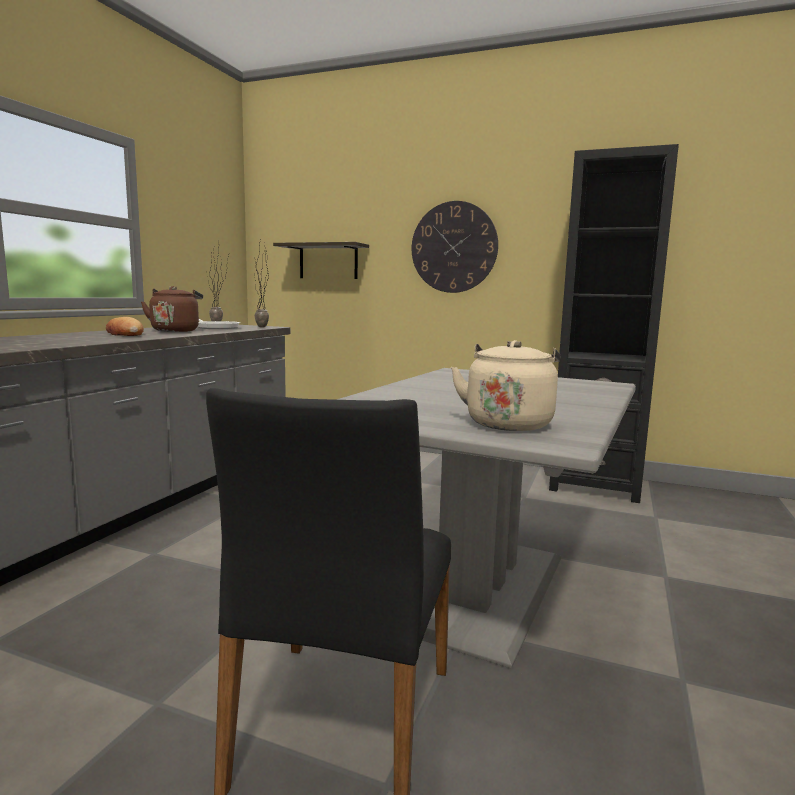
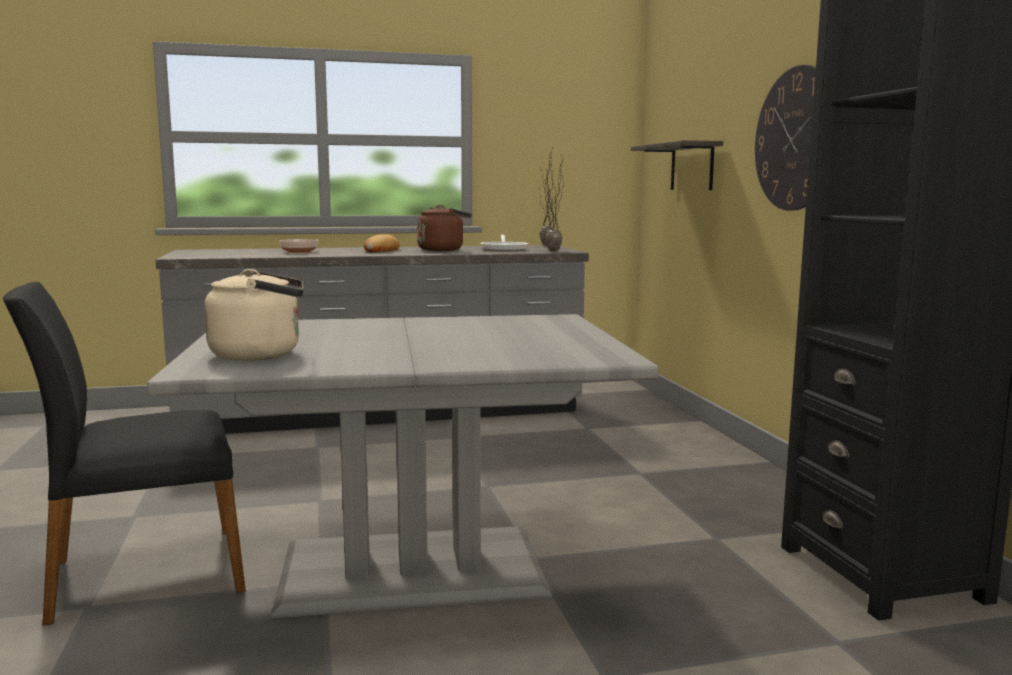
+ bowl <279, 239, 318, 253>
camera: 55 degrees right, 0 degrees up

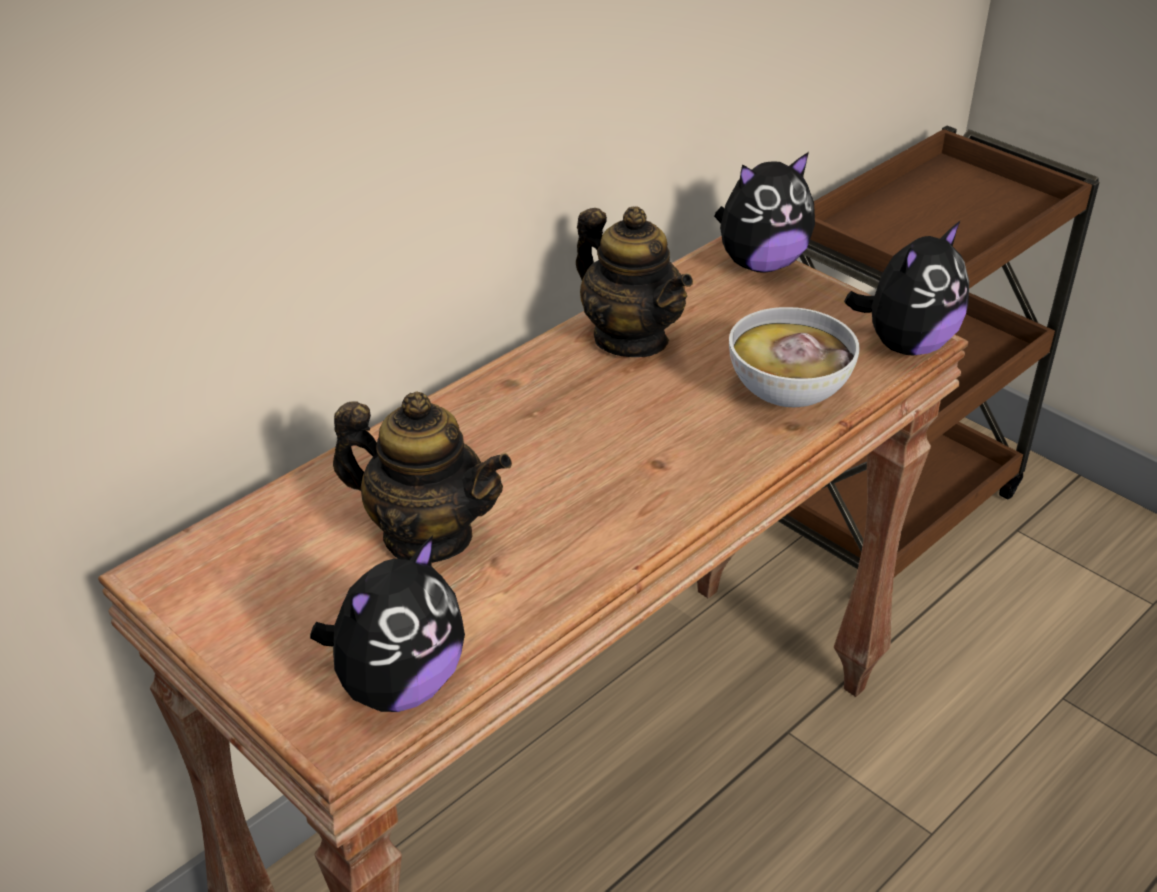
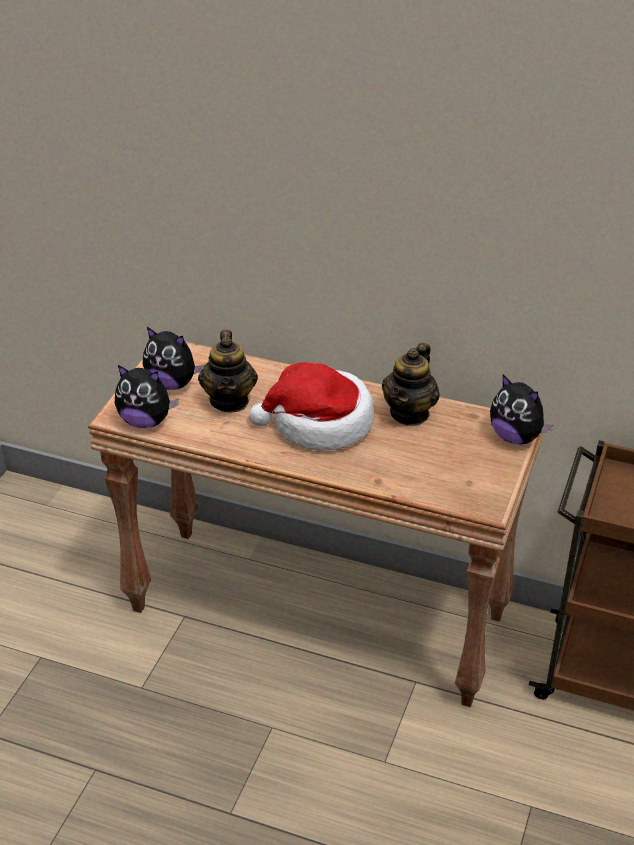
- bowl <729, 307, 860, 407>
+ hat <249, 362, 374, 451>
~ plush toy <844, 220, 969, 356> to <143, 327, 204, 390>
camera: 65 degrees right, 0 degrees up

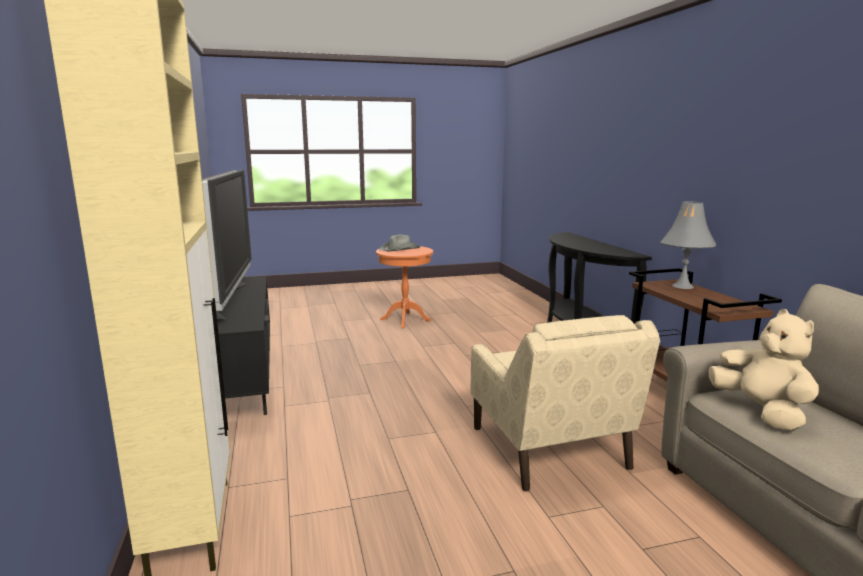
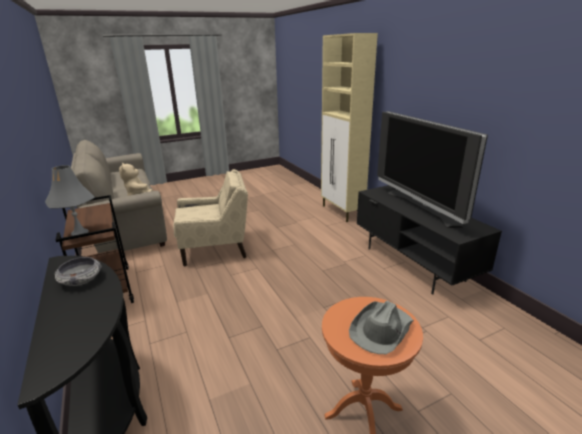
+ bowl <54, 257, 102, 286>
~ beige armchair <470, 315, 660, 491> = <173, 169, 248, 266> 105 degrees clockwise
camera: 170 degrees right, 10 degrees up

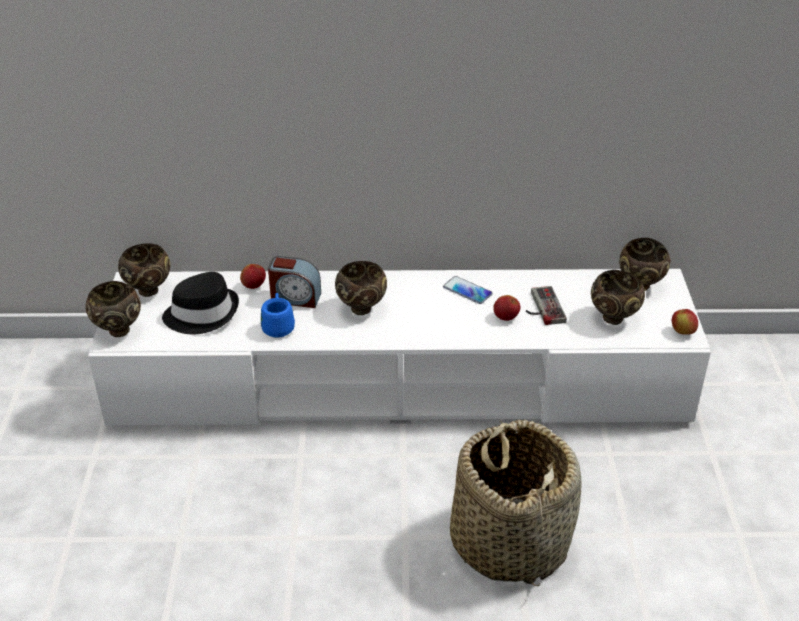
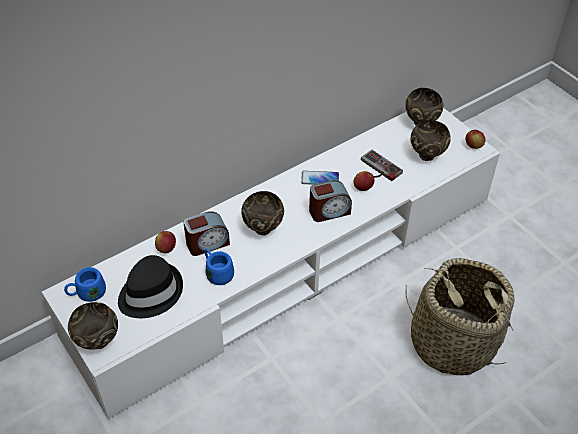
+ alarm clock <309, 180, 352, 222>
~ brown bowl <118, 243, 170, 297> to blue mug <64, 267, 106, 302>
camera: 35 degrees left, 10 degrees up

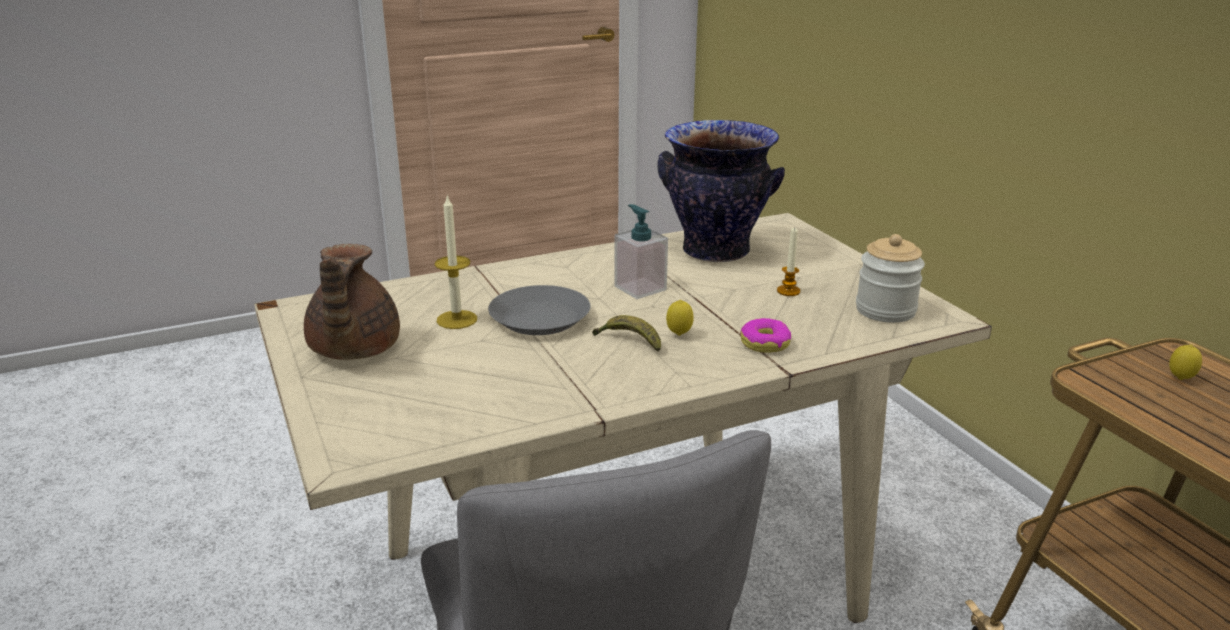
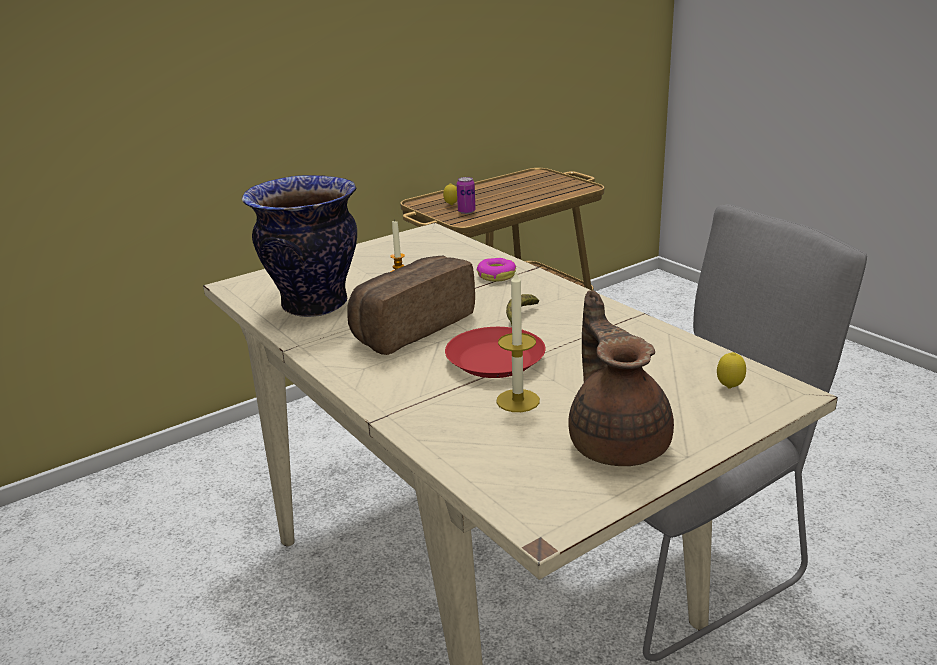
- jar <856, 234, 925, 323>
+ can <457, 177, 476, 214>
~ lemon <666, 300, 693, 336> to <717, 352, 746, 389>
~ soap dispenser <614, 204, 668, 299> to bread <348, 256, 475, 355>
~ grey plate <488, 285, 590, 335> to red plate <445, 327, 545, 378>
~ brown teapot <304, 244, 400, 360> = <568, 290, 674, 466> 90 degrees counterclockwise
camera: 100 degrees left, 0 degrees up

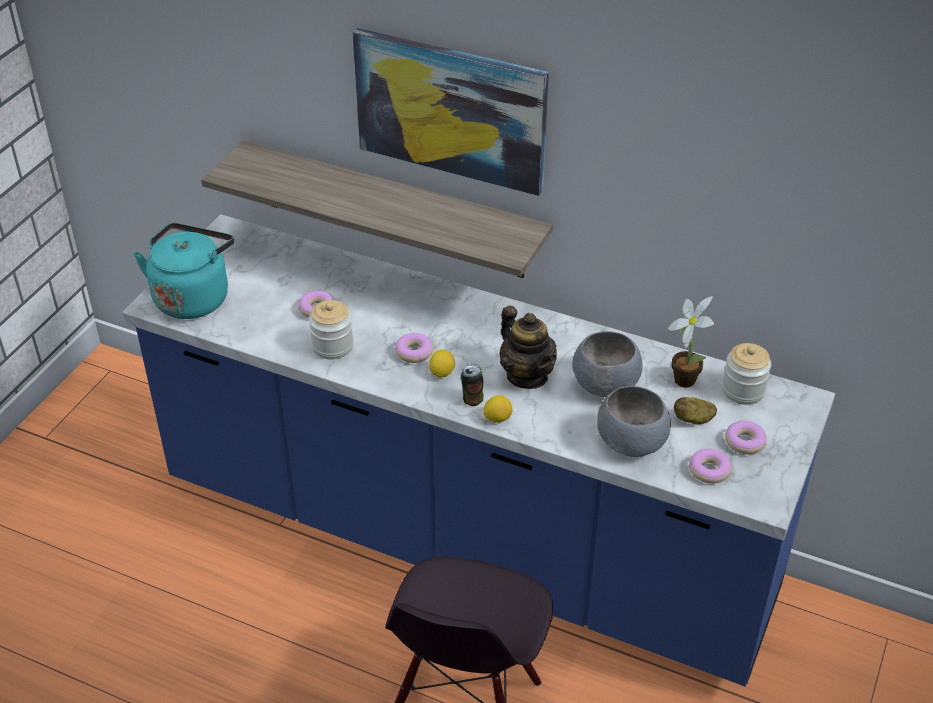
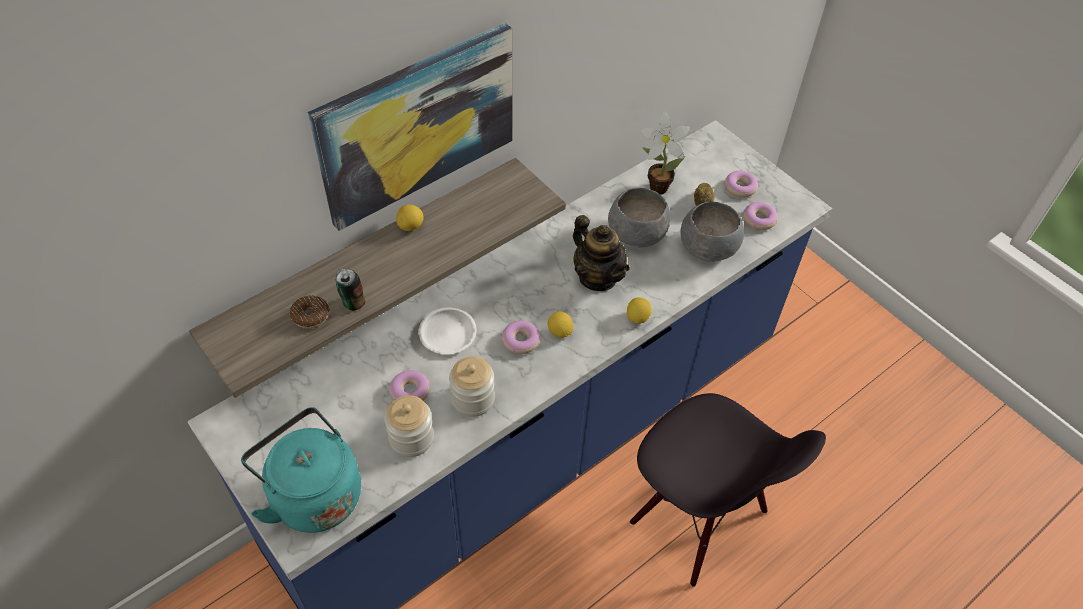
+ donut <290, 295, 330, 328>
+ lemon <396, 205, 424, 231>
+ white plate <418, 308, 476, 354>
~ can <461, 364, 484, 406> to <336, 269, 365, 311>
~ jar <722, 343, 771, 405> to <385, 395, 434, 457>
~ teapot <500, 306, 557, 389> = <573, 215, 630, 291> 60 degrees clockwise
camera: 65 degrees left, 10 degrees up

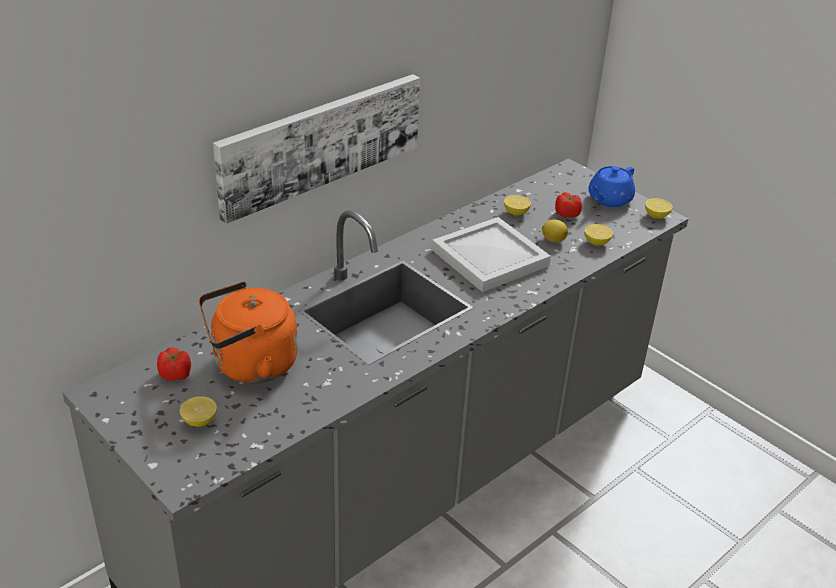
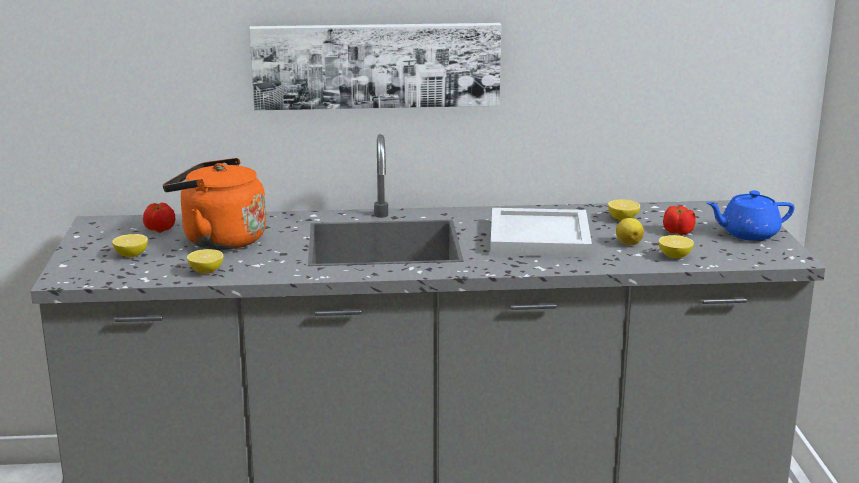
~ lemon <645, 198, 673, 219> to <187, 249, 224, 274>
camera: 40 degrees right, 15 degrees down

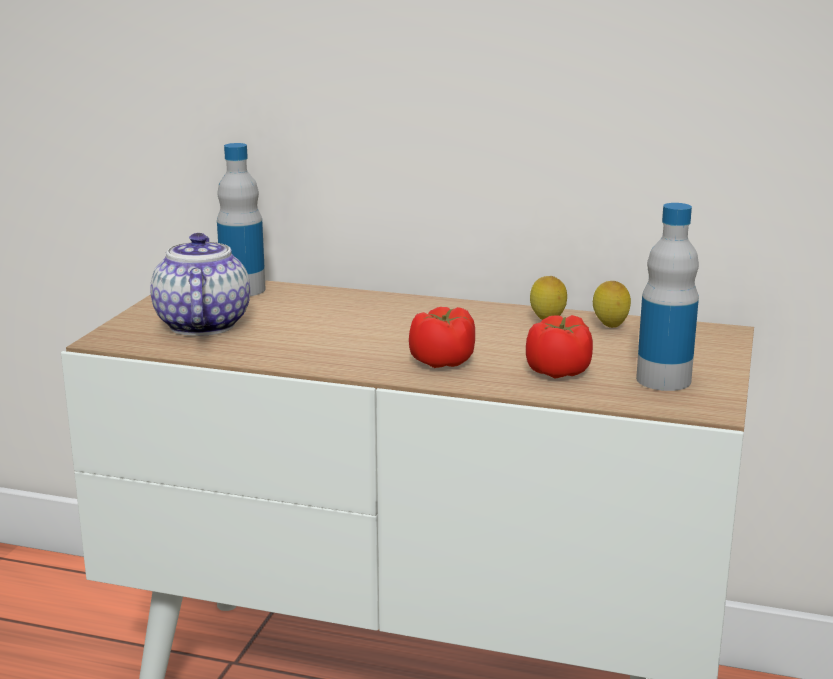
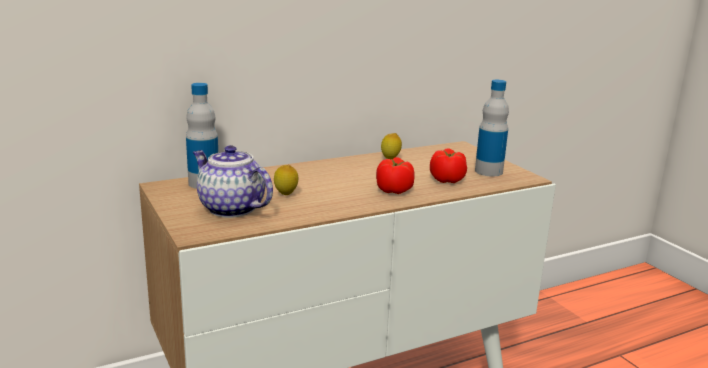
~ lemon <593, 281, 631, 328> to <274, 165, 298, 195>
camera: 45 degrees left, 0 degrees up

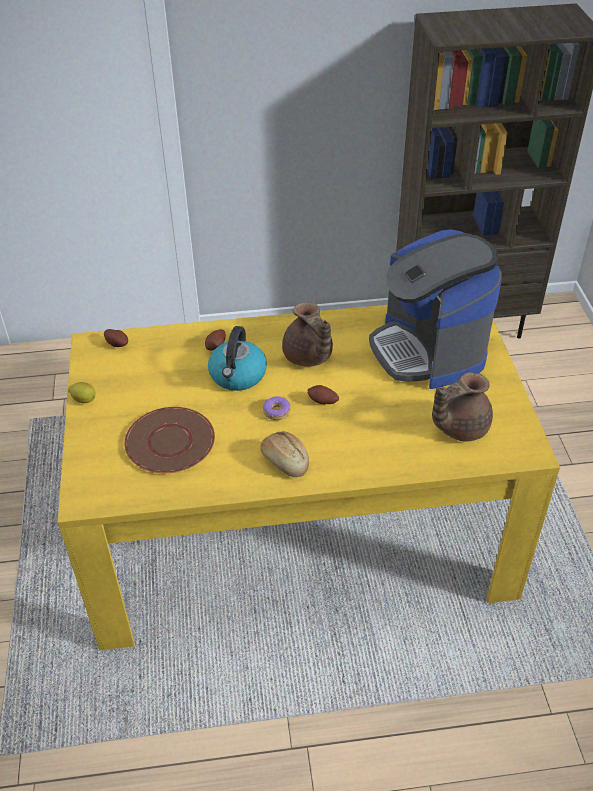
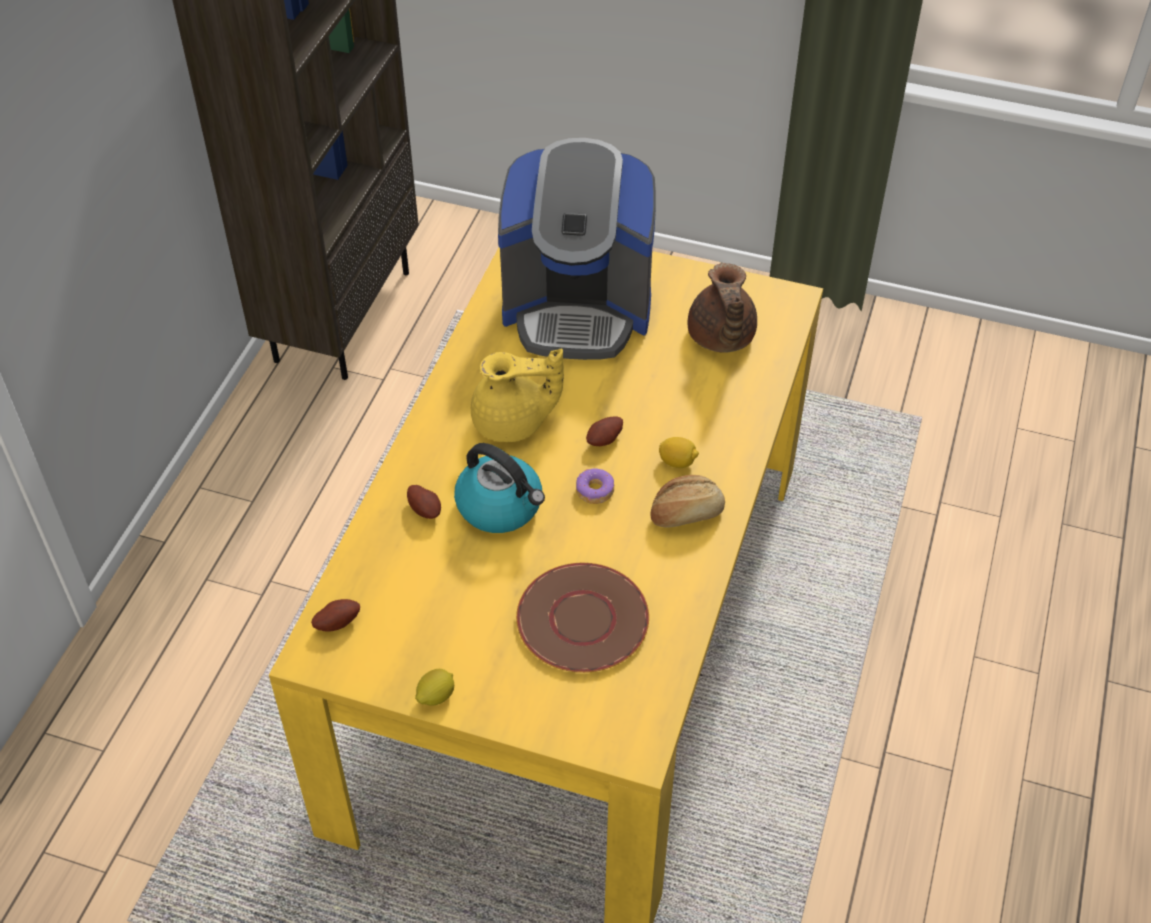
+ lemon <659, 437, 699, 468>
~ brown teapot <282, 302, 333, 366> to yellow teapot <471, 348, 564, 442>
camera: 65 degrees left, 5 degrees up

